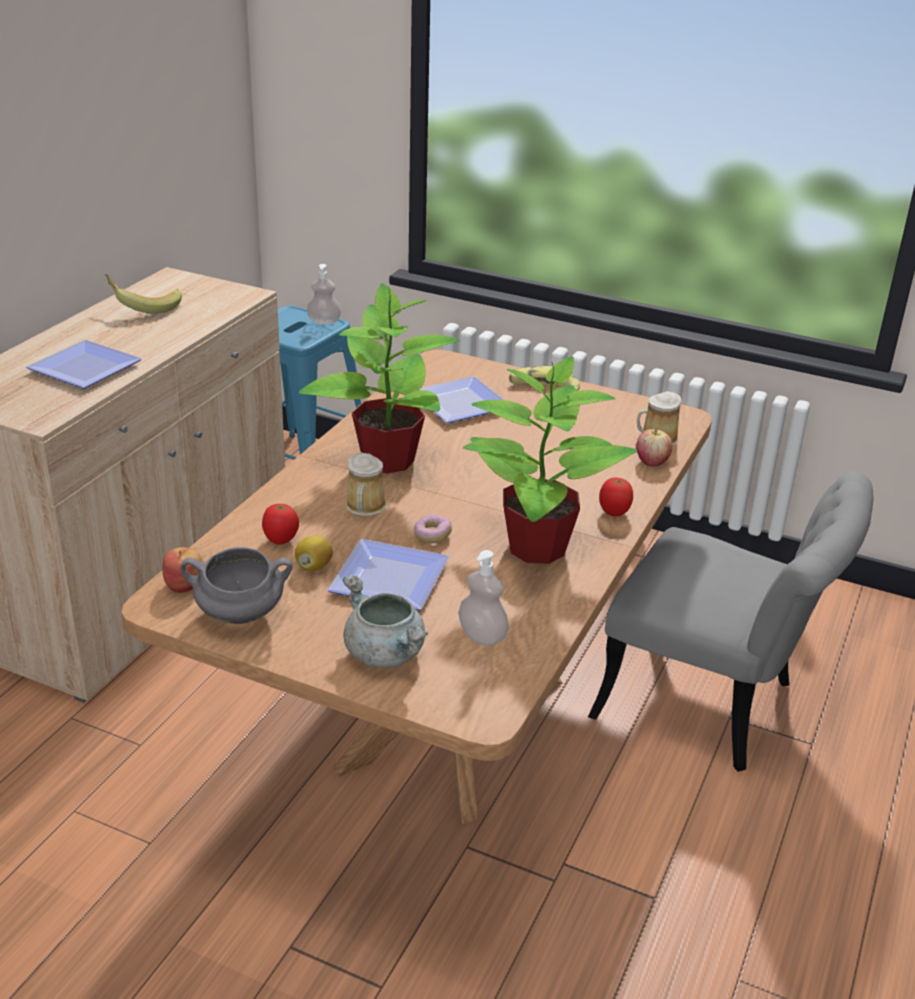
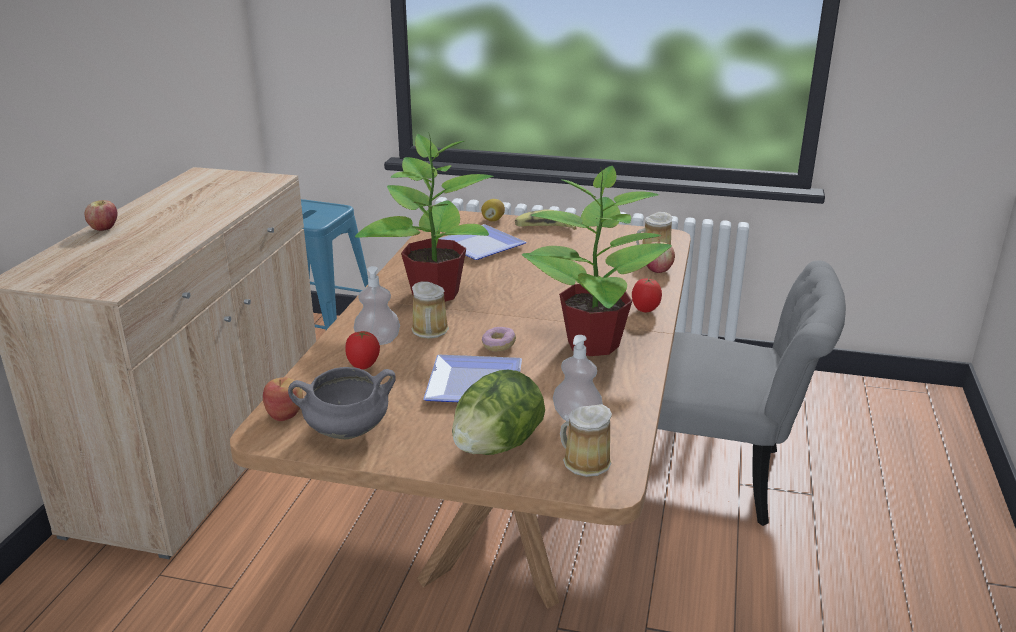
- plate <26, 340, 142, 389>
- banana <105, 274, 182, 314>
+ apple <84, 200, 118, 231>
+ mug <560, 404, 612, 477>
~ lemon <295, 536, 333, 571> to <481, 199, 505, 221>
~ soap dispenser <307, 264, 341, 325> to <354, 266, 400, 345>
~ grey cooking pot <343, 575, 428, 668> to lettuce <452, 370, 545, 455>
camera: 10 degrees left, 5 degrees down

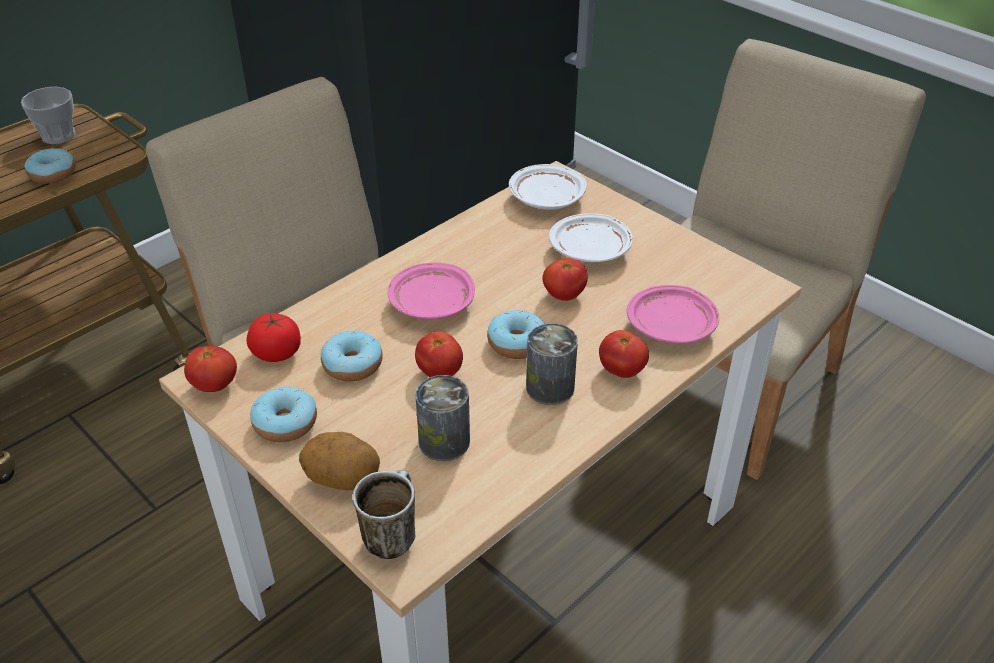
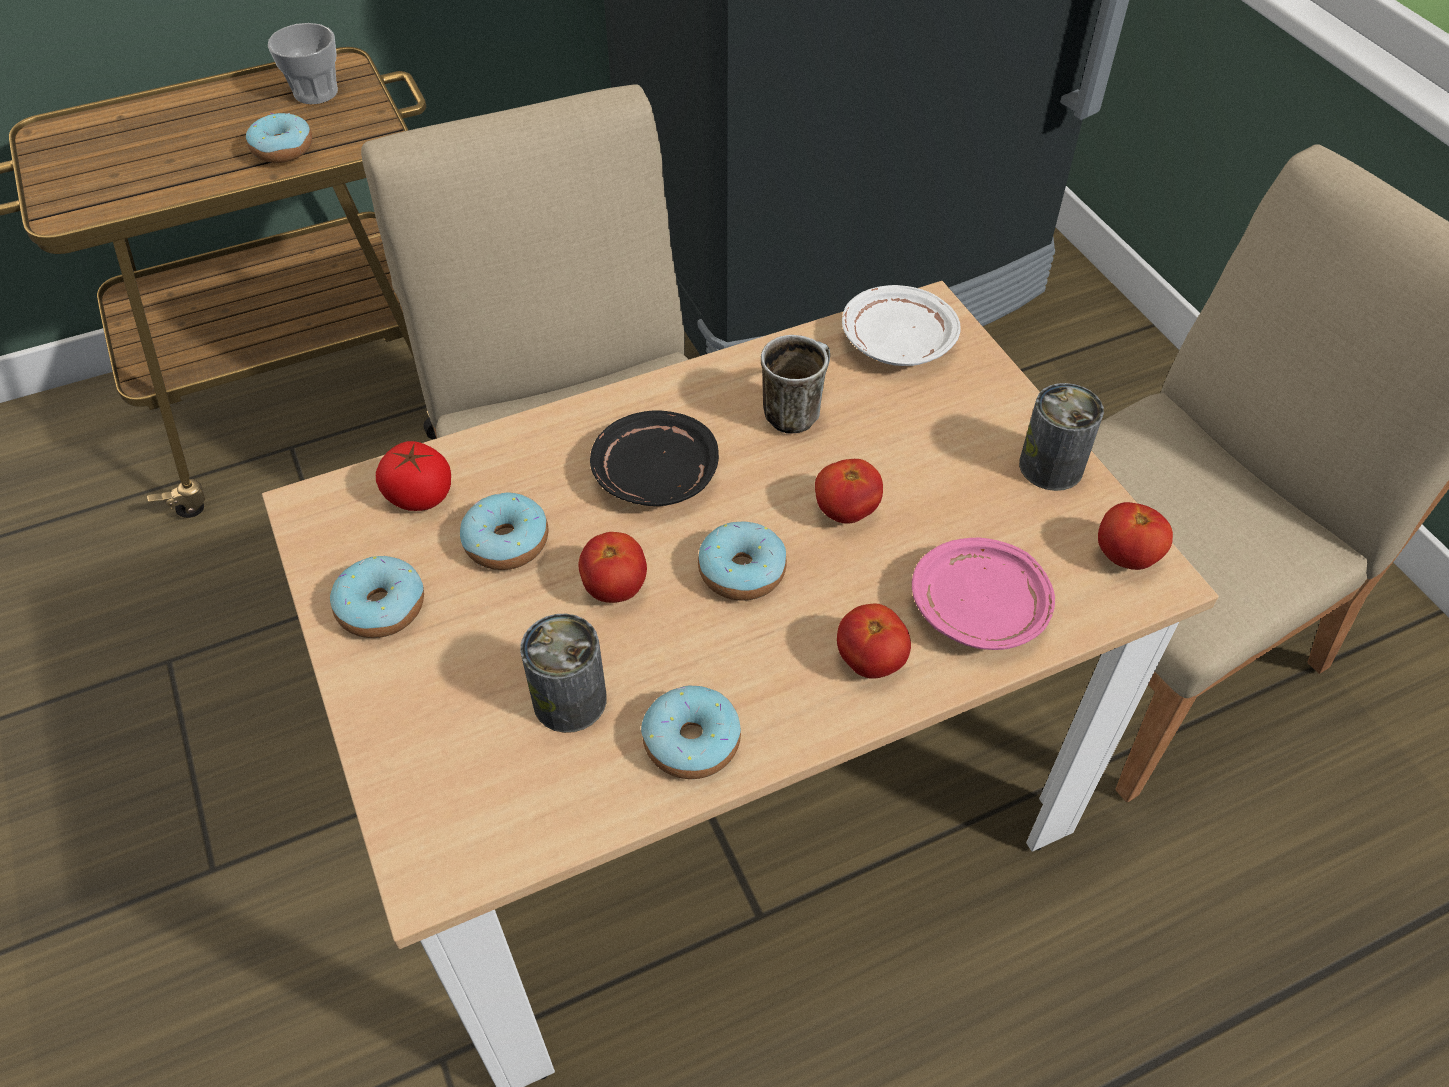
- potato <299, 432, 380, 490>
- white plate <549, 213, 633, 262>
+ donut <641, 686, 741, 779>
~ tomato <184, 346, 237, 392> to <1098, 502, 1173, 570>
~ mug <353, 470, 415, 559> to <761, 335, 830, 434>
~ can <526, 323, 578, 405> to <1019, 383, 1104, 491>
~ pink plate <387, 262, 475, 320> to black plate <590, 410, 719, 506>
camera: 20 degrees right, 10 degrees up

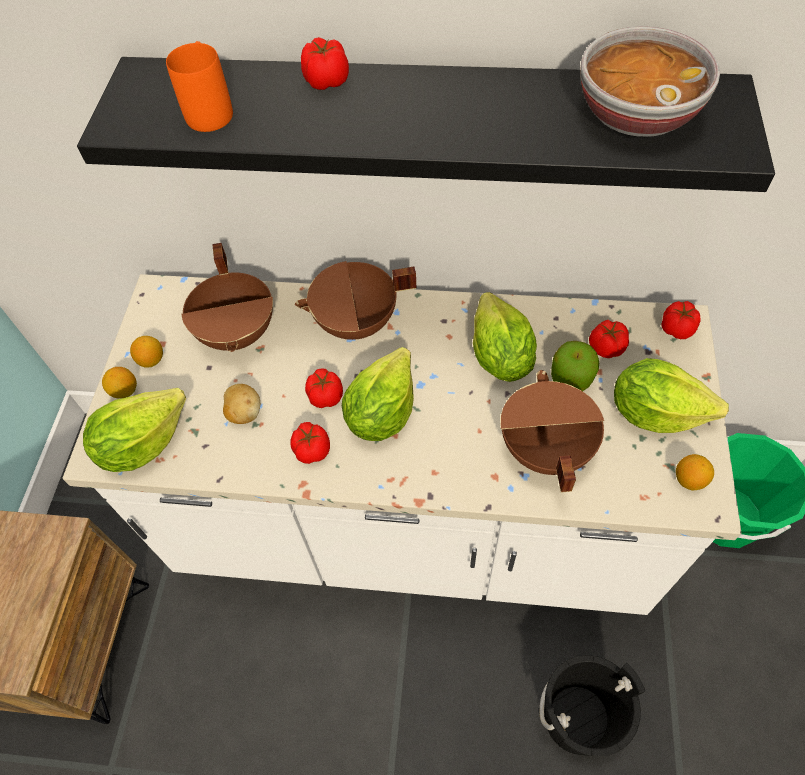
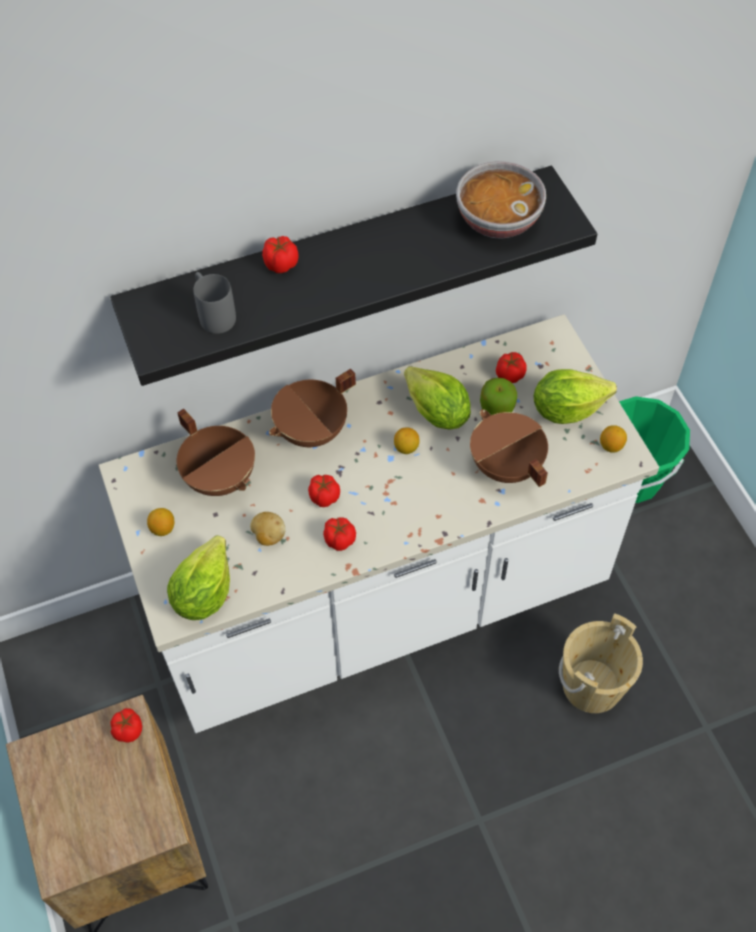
- lettuce <342, 347, 414, 441>
~ lemon <102, 367, 137, 399> to <394, 427, 420, 454>
~ tomato <661, 301, 700, 339> to <110, 708, 142, 743>
~ orange mug <166, 41, 233, 132> to grey mug <193, 272, 236, 334>
~ black bucket <540, 655, 645, 756> to beige bucket <559, 613, 643, 713>
camera: 30 degrees left, 0 degrees up

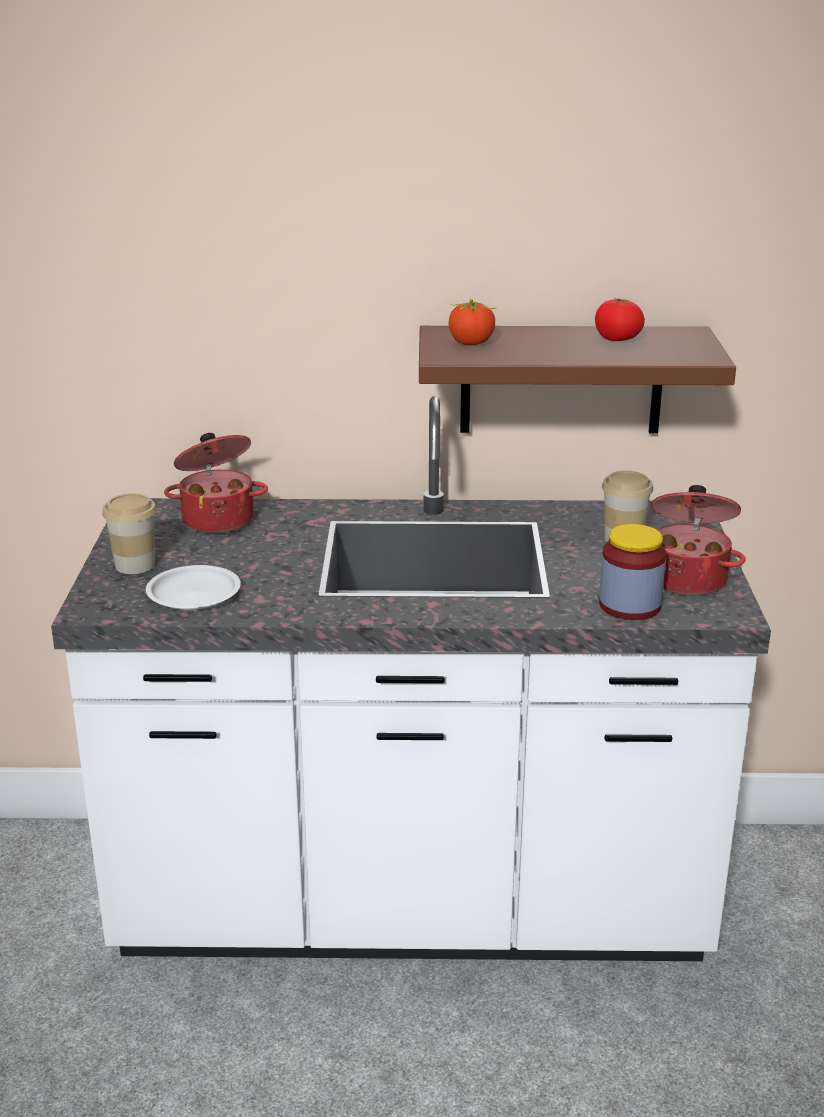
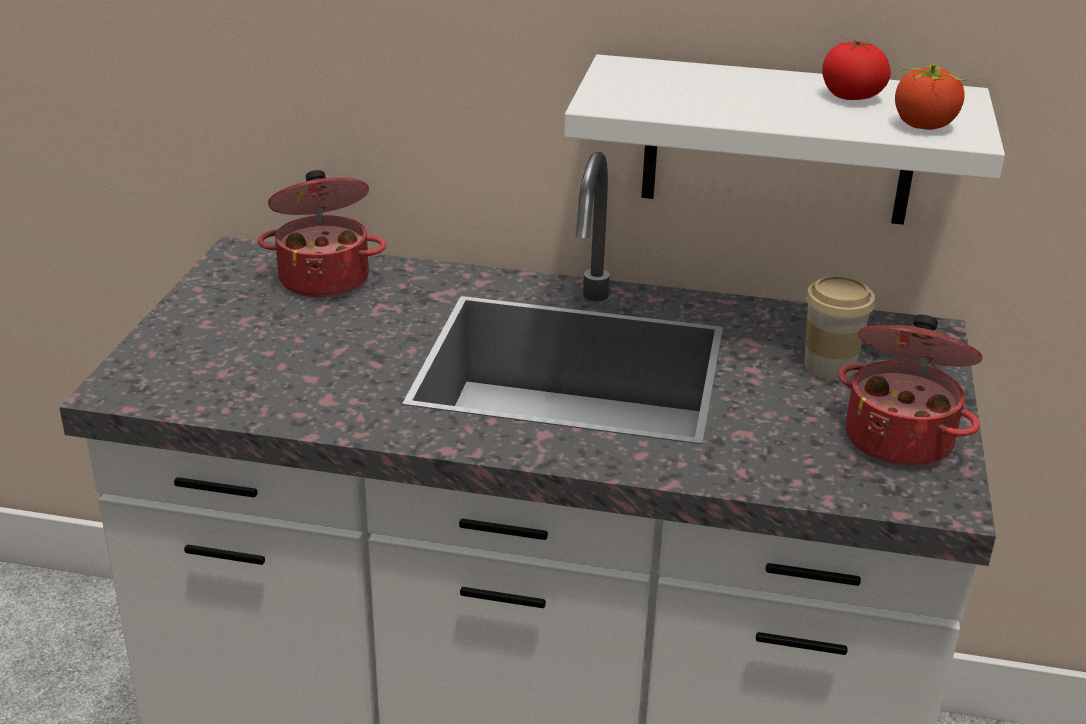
- cup <102, 493, 156, 574>
- white plate <146, 565, 241, 610>
- jar <599, 524, 666, 620>
~ tomato <449, 299, 496, 345> to <895, 62, 969, 130>
~ brown shelf <419, 326, 736, 434> to white shelf <564, 54, 1005, 225>
camera: 10 degrees right, 5 degrees up

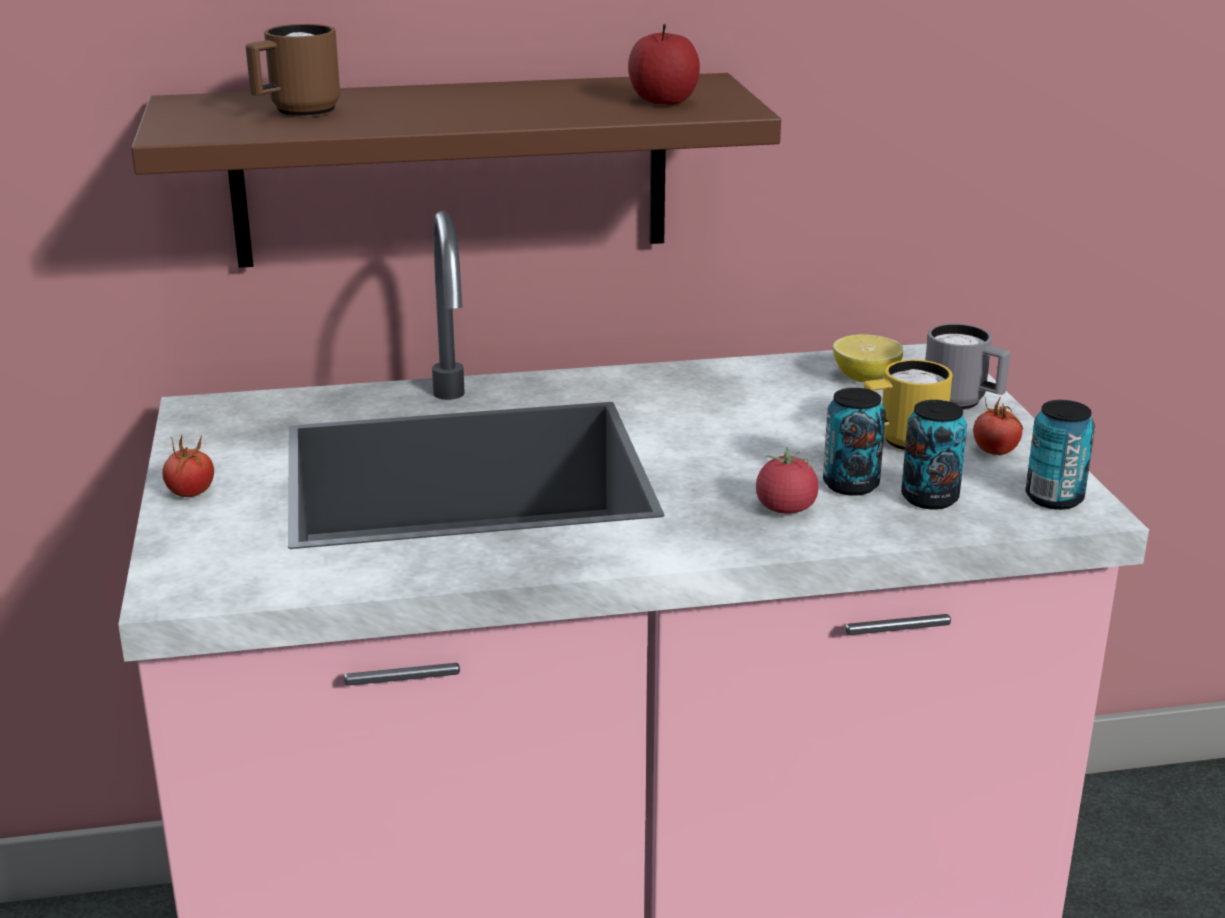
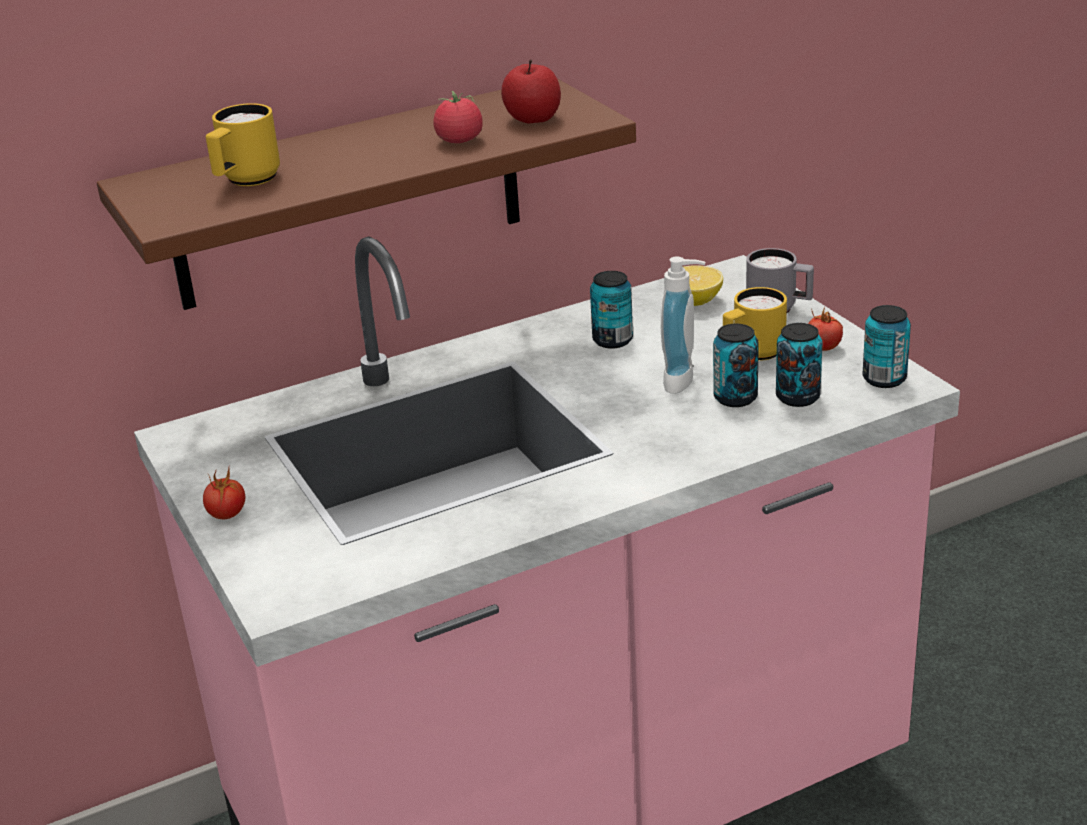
+ can <590, 271, 633, 349>
+ soap dispenser <660, 257, 705, 394>
~ tomato <756, 447, 819, 514> to <434, 91, 483, 143>
~ brown mug <246, 24, 340, 117> to yellow mug <205, 103, 280, 186>
camera: 15 degrees left, 5 degrees up

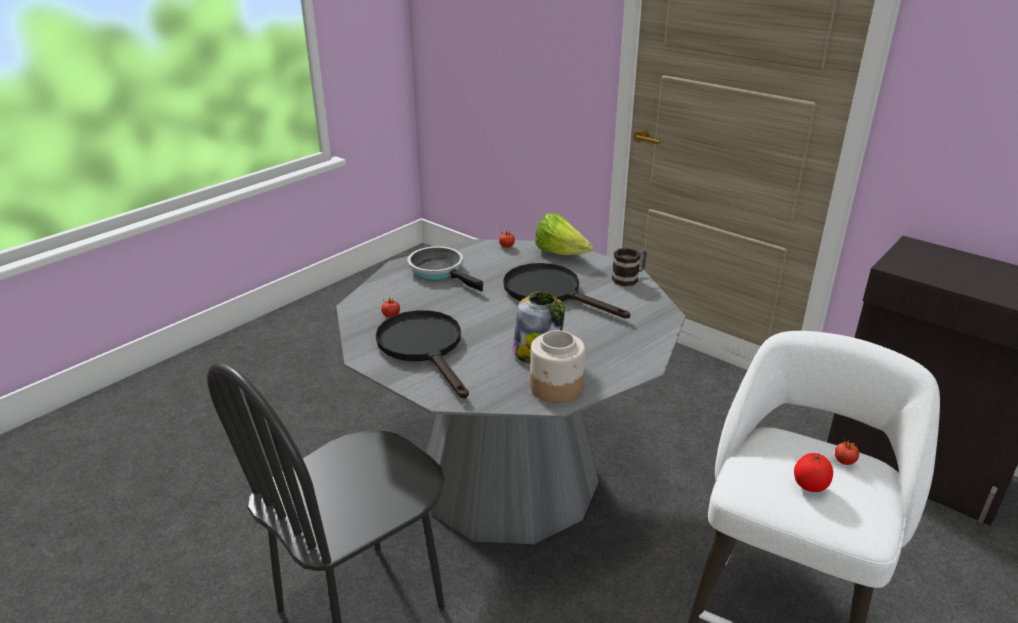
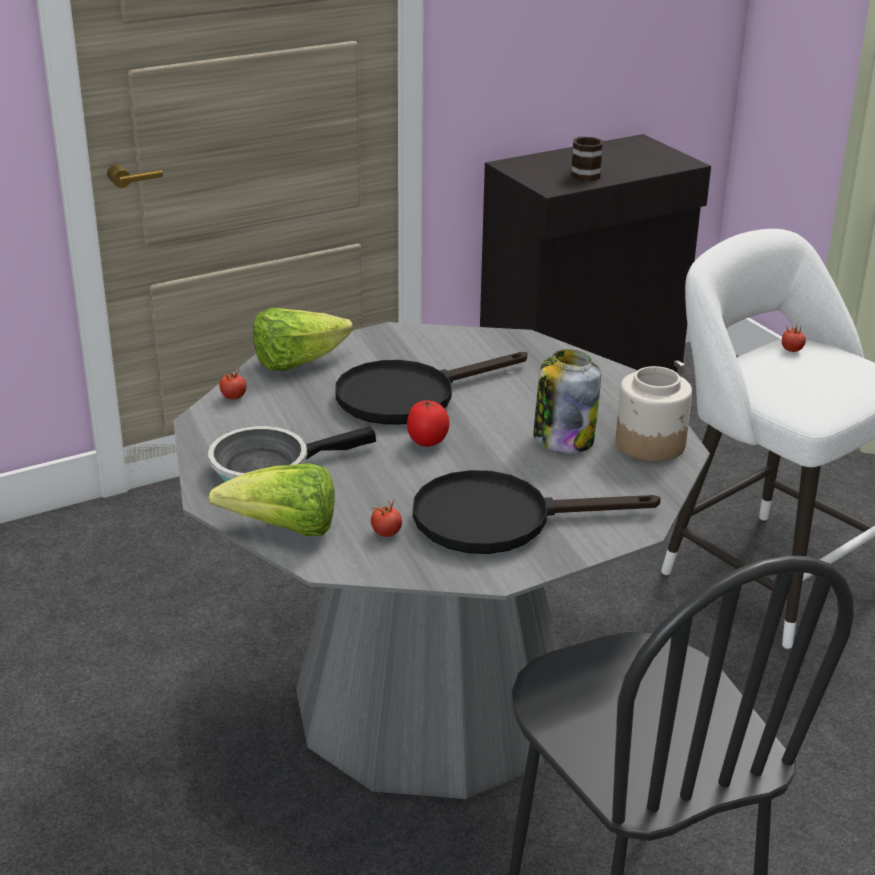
+ lettuce <208, 463, 335, 536>
~ mug <612, 248, 647, 286> to <571, 136, 603, 181>
~ tomato <794, 453, 833, 492> to <407, 400, 450, 447>
camera: 70 degrees left, 0 degrees up

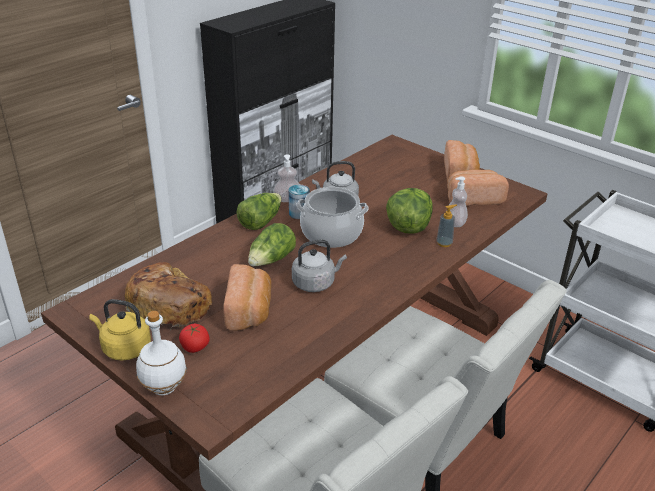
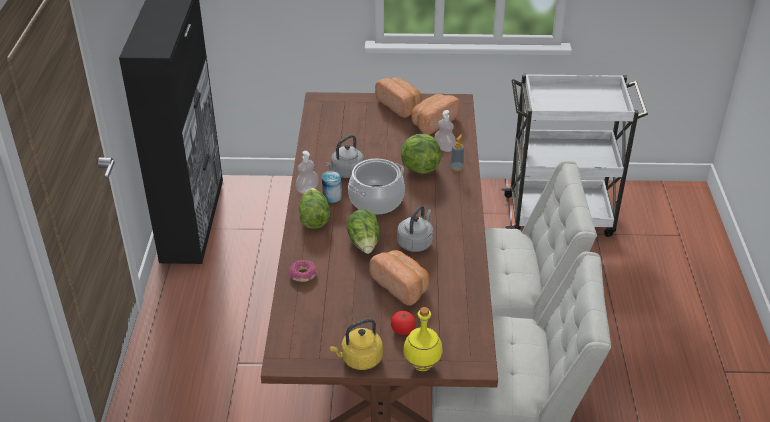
- bread <125, 262, 213, 330>
+ donut <289, 260, 317, 282>
~ white bottle <136, 311, 187, 395> to yellow bottle <403, 307, 443, 371>
camera: 40 degrees left, 5 degrees up

